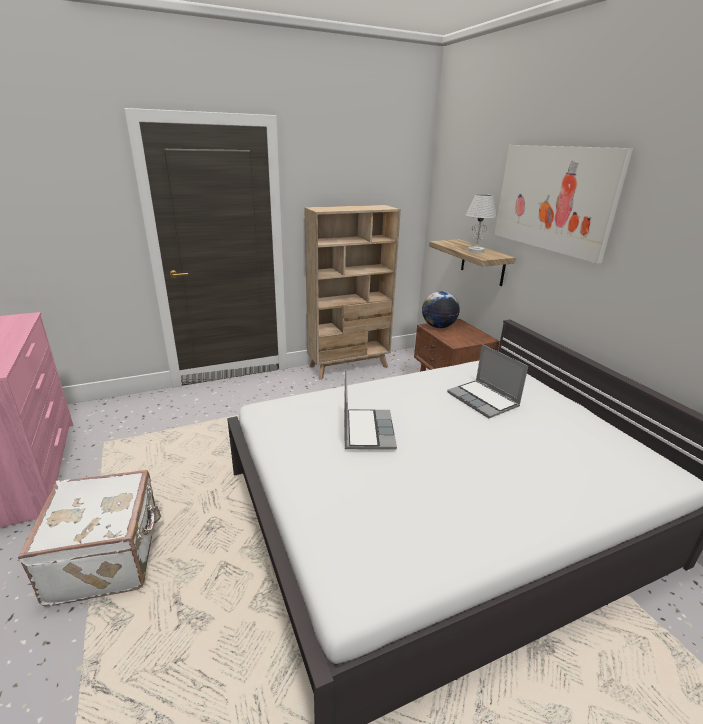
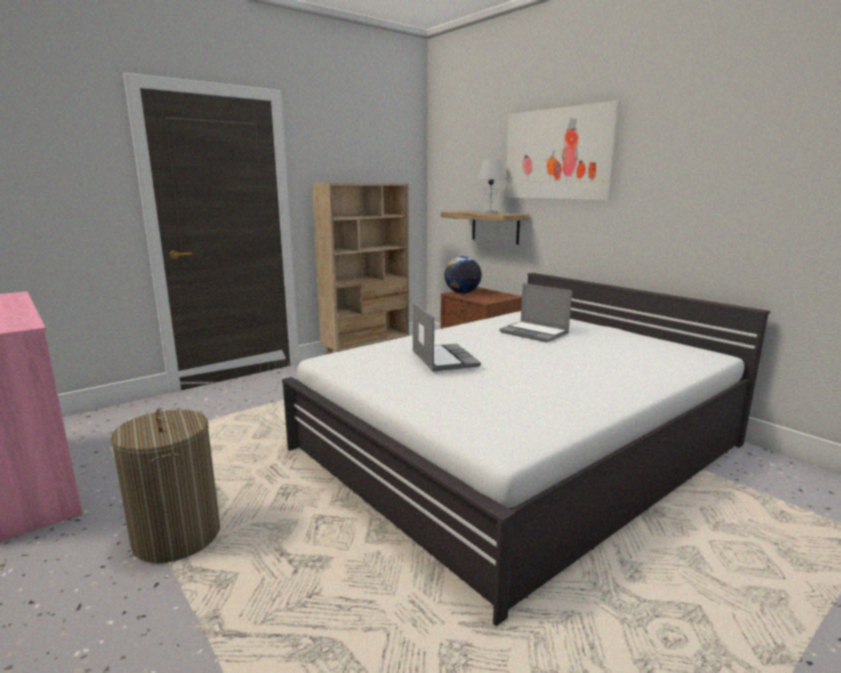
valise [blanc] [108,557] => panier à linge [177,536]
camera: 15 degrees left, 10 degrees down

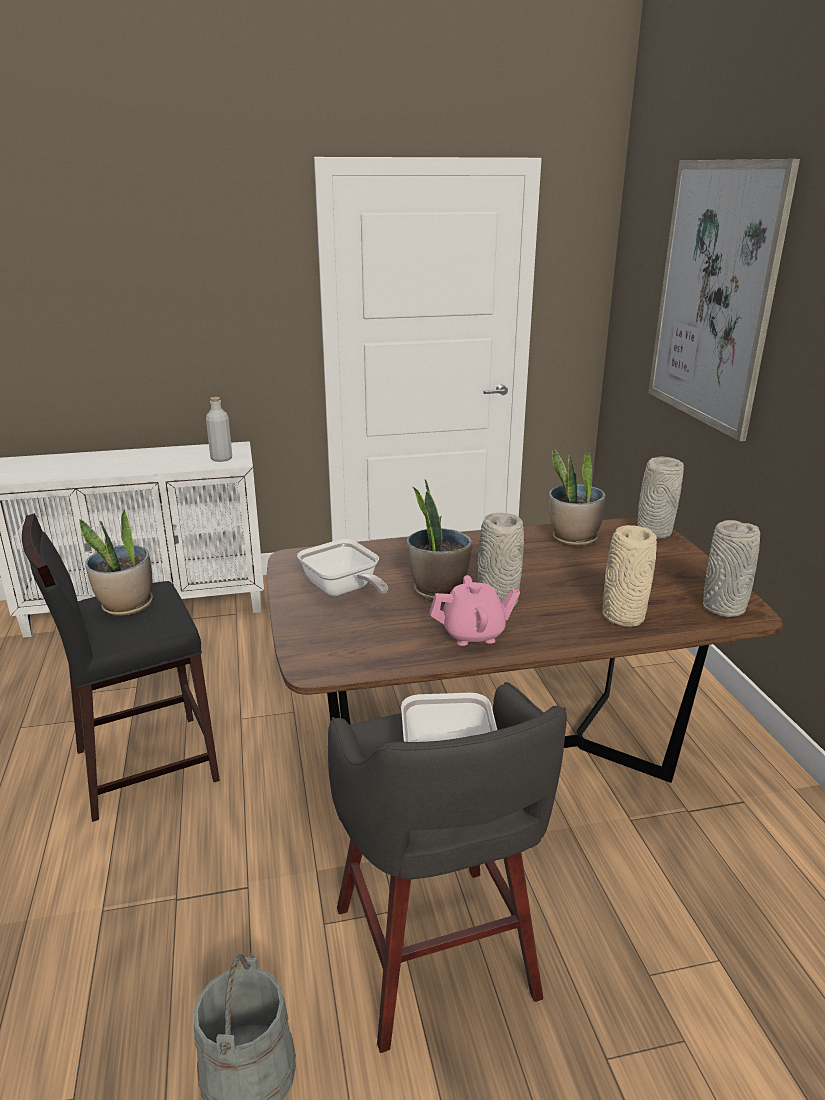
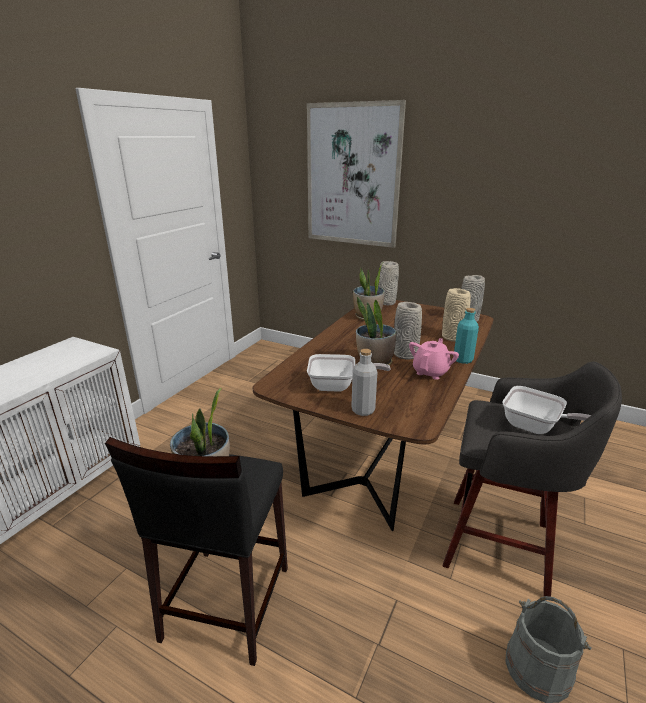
bouteille [gris] [221,458] => bouteille [gris] [363,410], move
nothing => bouteille [turquoise] [463,360]
camera: 50 degrees left, 0 degrees up

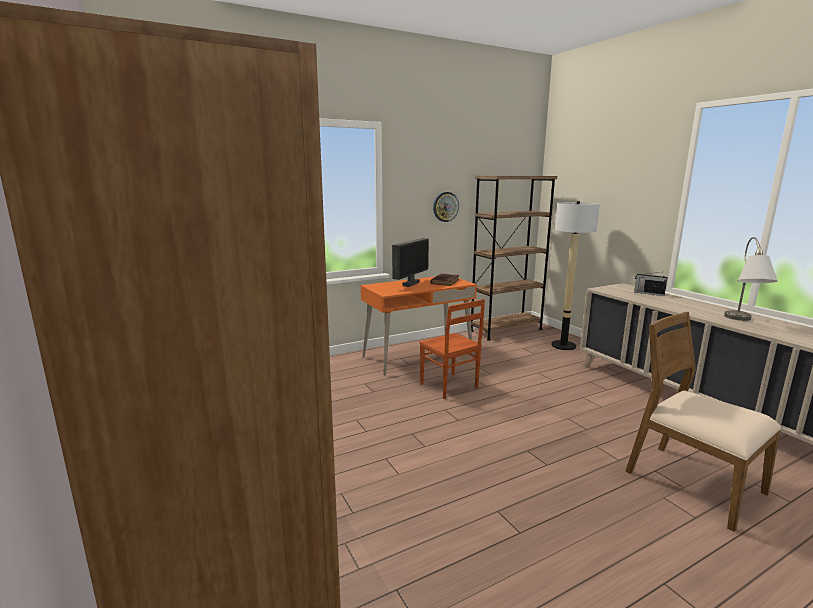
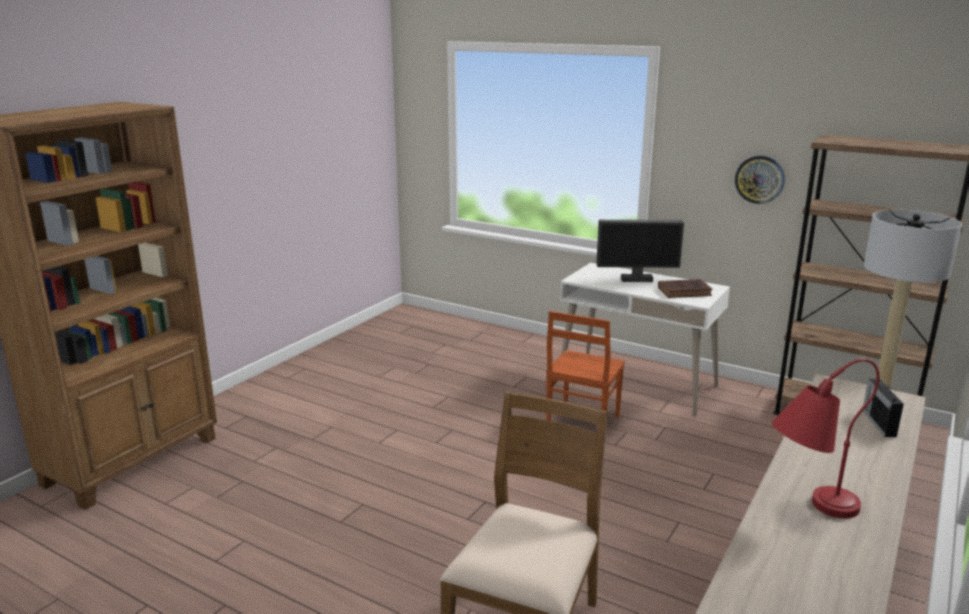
bureau [orange] [418,356] => bureau [blanc] [637,383]
lampe de table [gris] [742,321] => lampe de table [rouge] [807,509]
camera: 60 degrees right, 5 degrees up

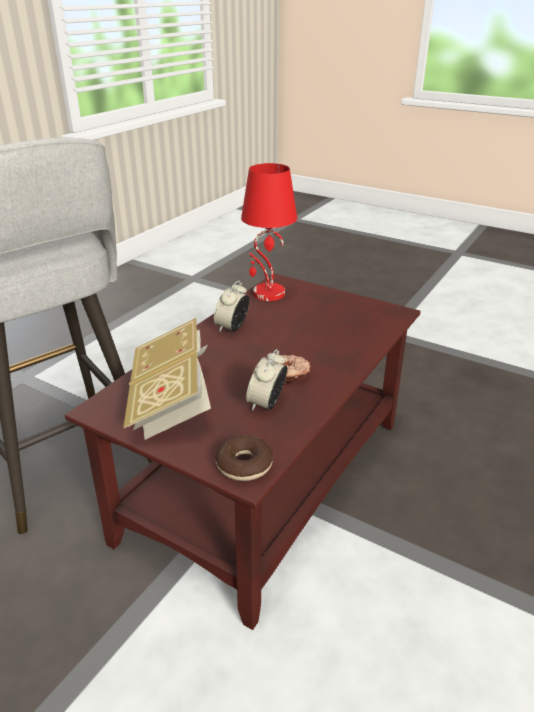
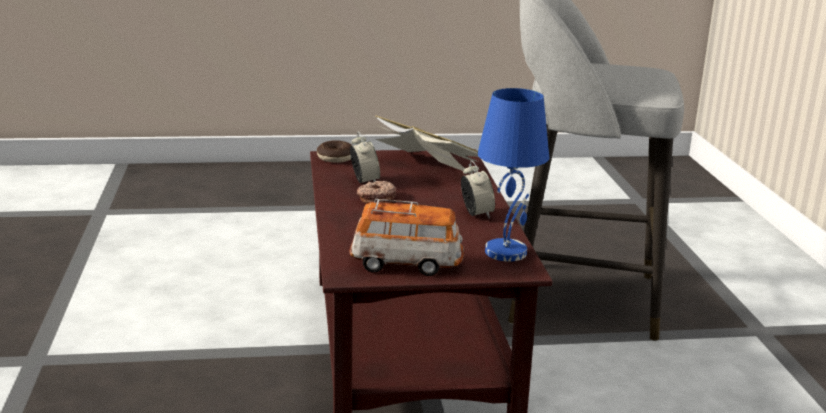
nothing => petite voiture [406,264]
lampe de table [rouge] [268,294] => lampe de table [bleu] [506,251]
camera: 140 degrees right, 10 degrees down

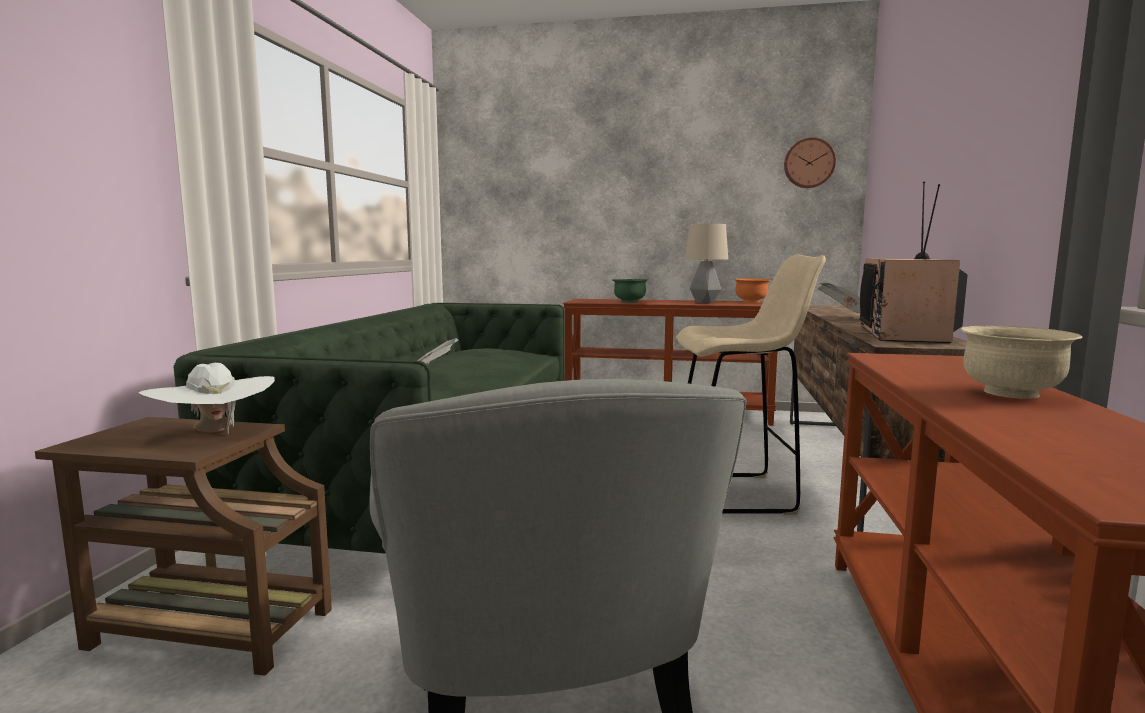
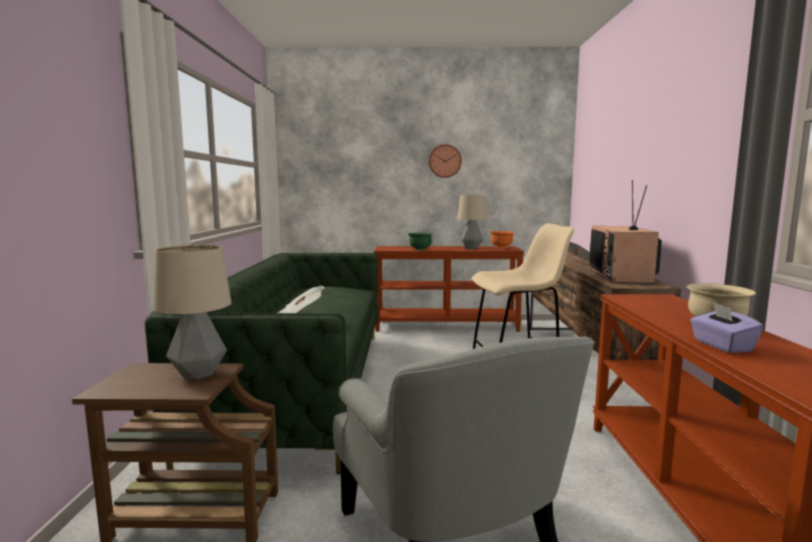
chapeau [blanc] [215,432] => lampe de table [198,373]
horloge murale [809,163] => horloge murale [445,161], move
nothing => boîte à mouchoirs [violet] [721,346]
camera: 10 degrees left, 0 degrees up

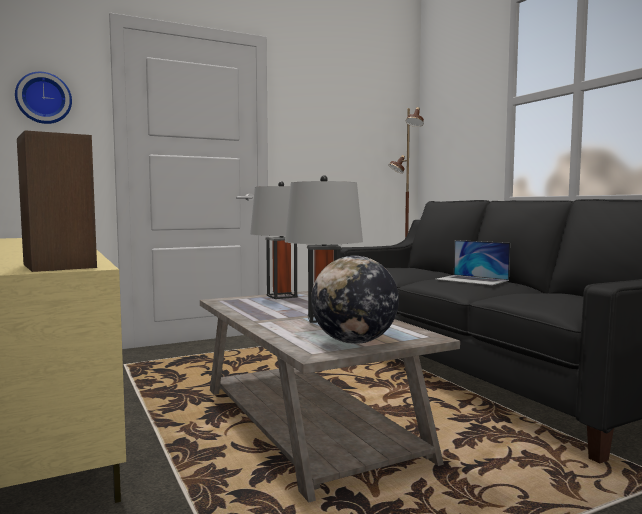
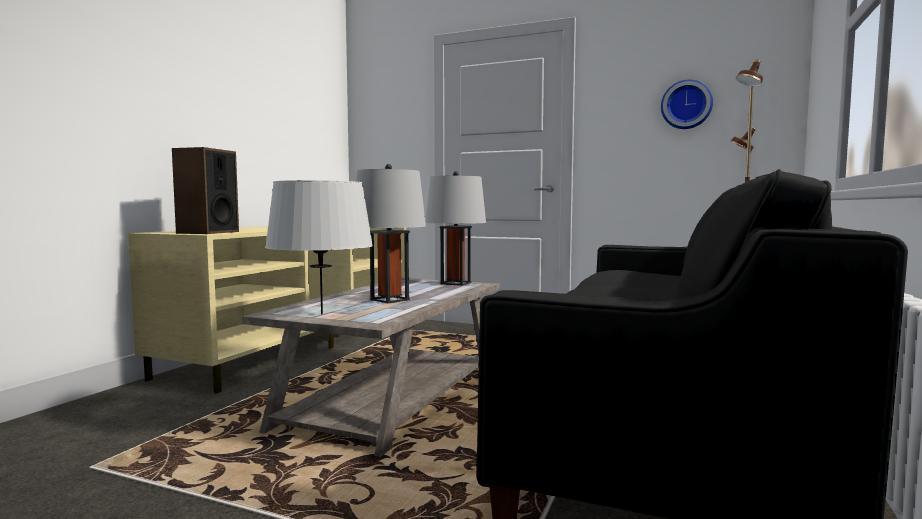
globe [354,342] => lampe de table [gris] [321,314]
horloge murale [44,98] => horloge murale [686,105], move
ordinateur portable [472,280] => nothing
camera: 50 degrees right, 0 degrees up

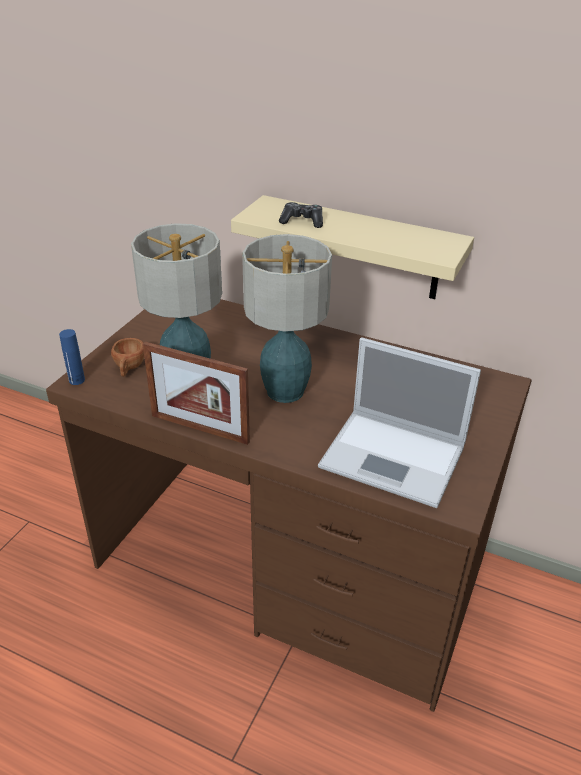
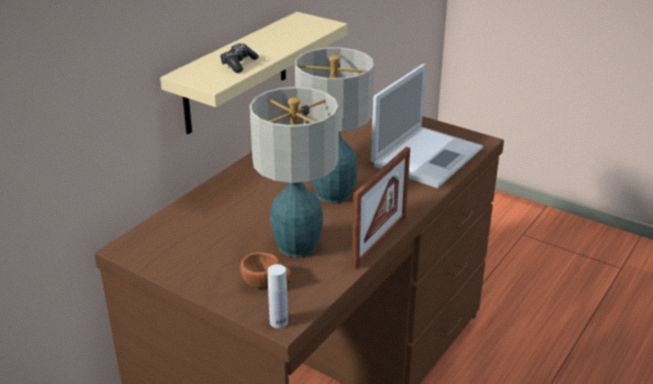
bouteille [bleu] [77,380] => bouteille [blanc] [278,322]
camera: 80 degrees left, 5 degrees down

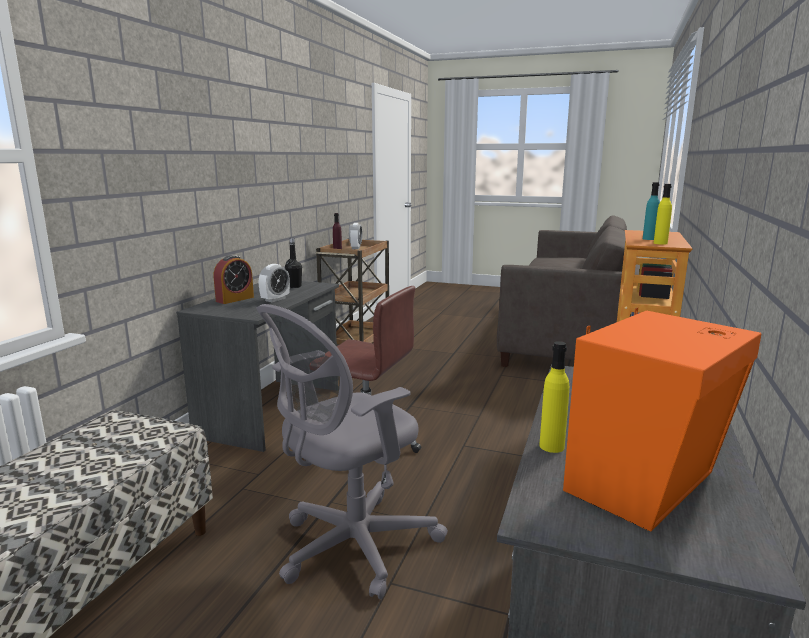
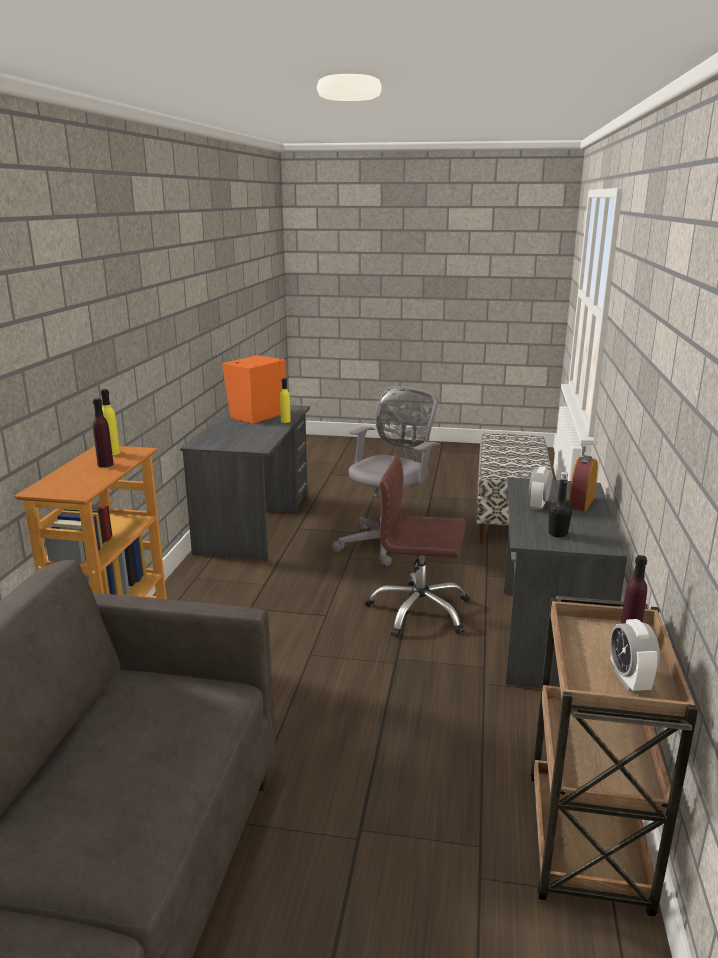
bouteille [turquoise] [649,239] => bouteille [violet] [105,465]
camera: 170 degrees right, 5 degrees up

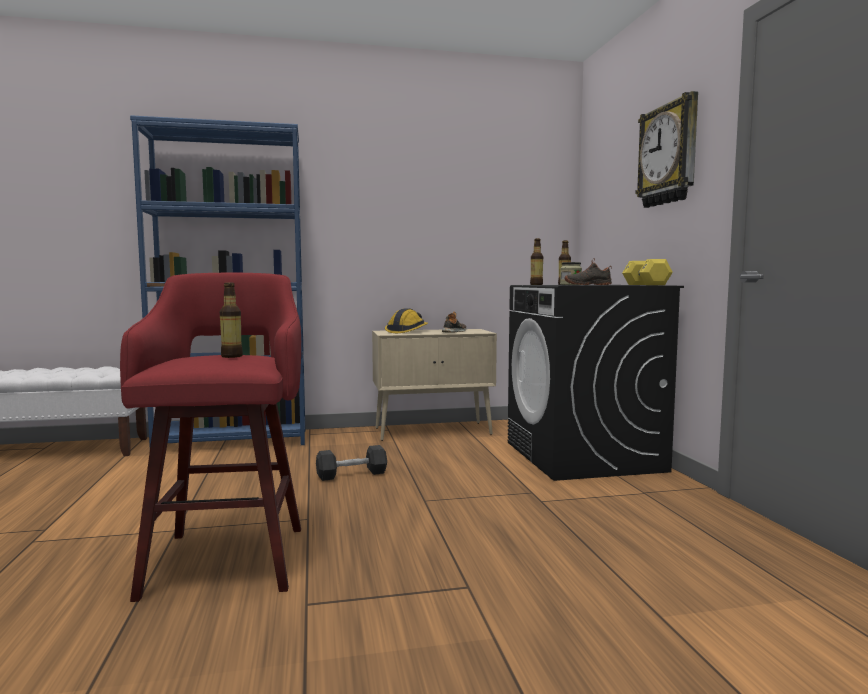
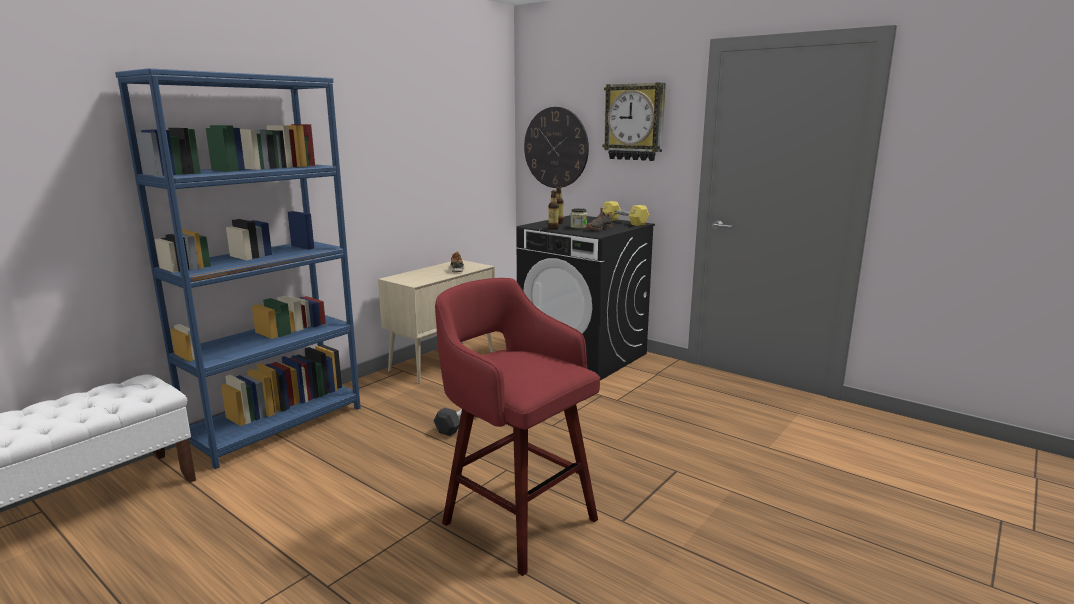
nothing => horloge murale [556,148]
bouteille [232,356] => nothing
casque de chantier [407,331] => nothing
camera: 40 degrees left, 10 degrees up

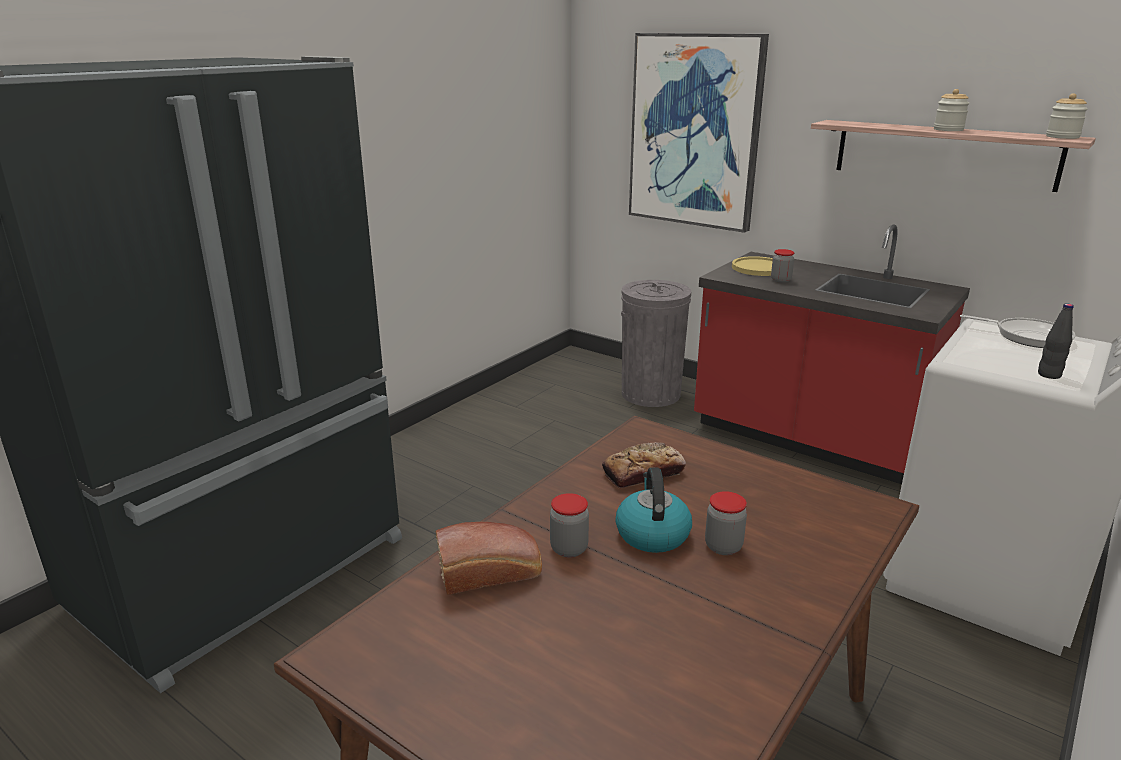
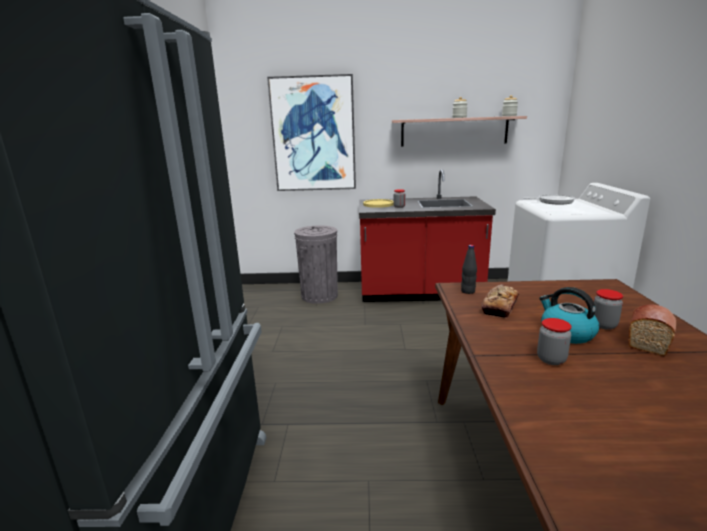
bouteille [noir] [1049,375] => bouteille [noir] [468,291], move
pain [491,573] => pain [648,338], move
camera: 35 degrees left, 5 degrees down

